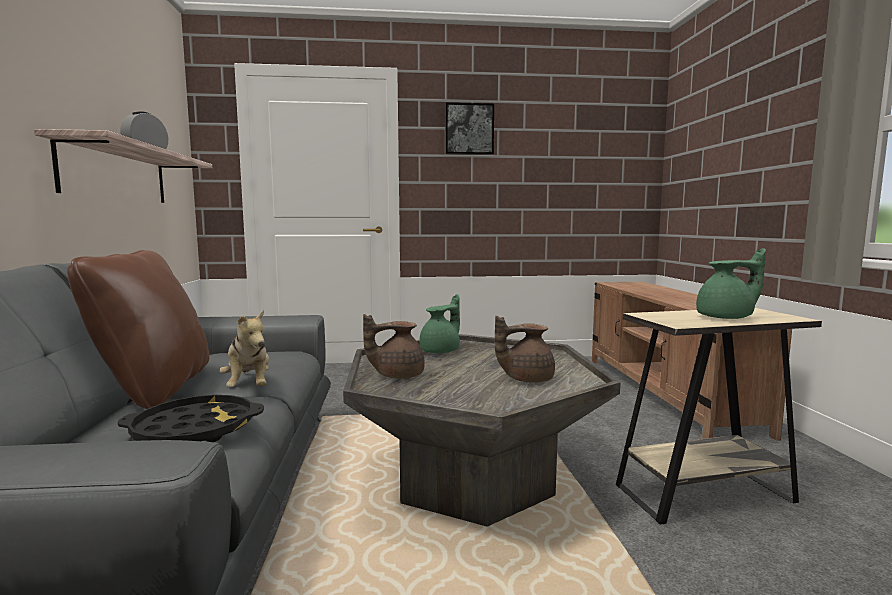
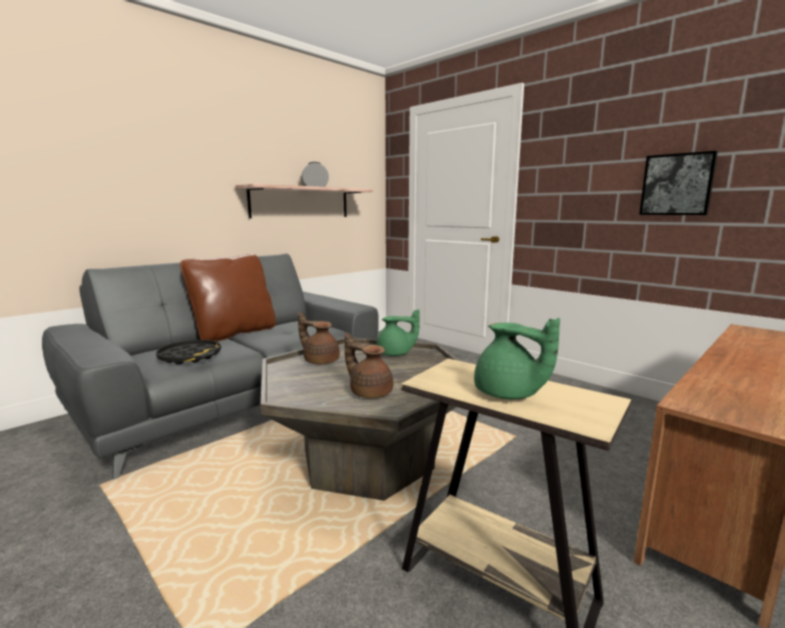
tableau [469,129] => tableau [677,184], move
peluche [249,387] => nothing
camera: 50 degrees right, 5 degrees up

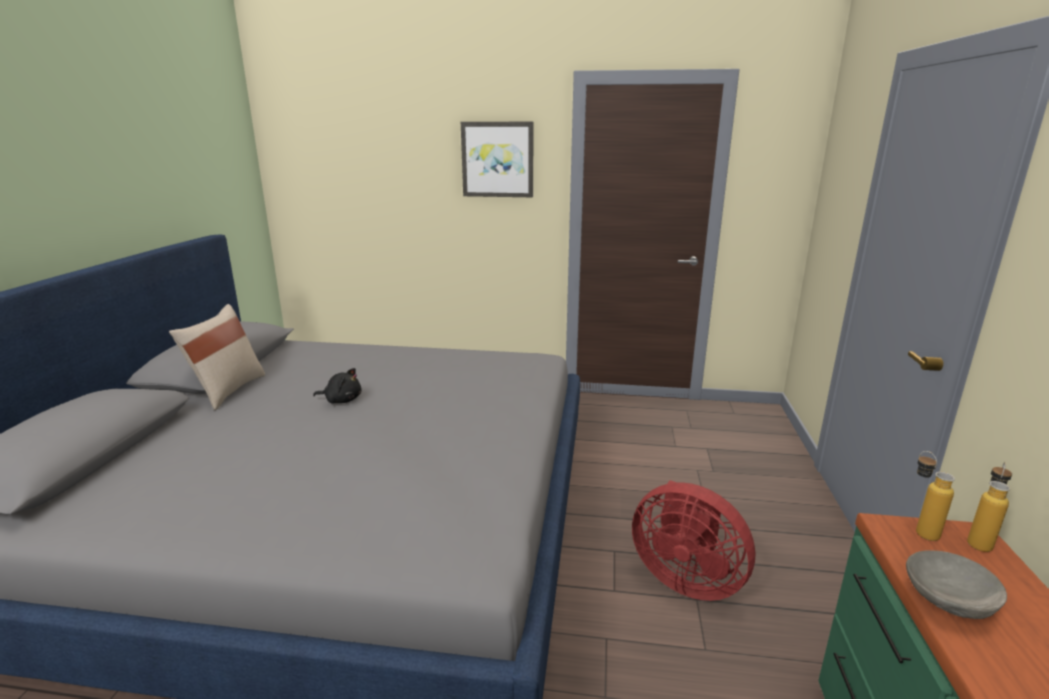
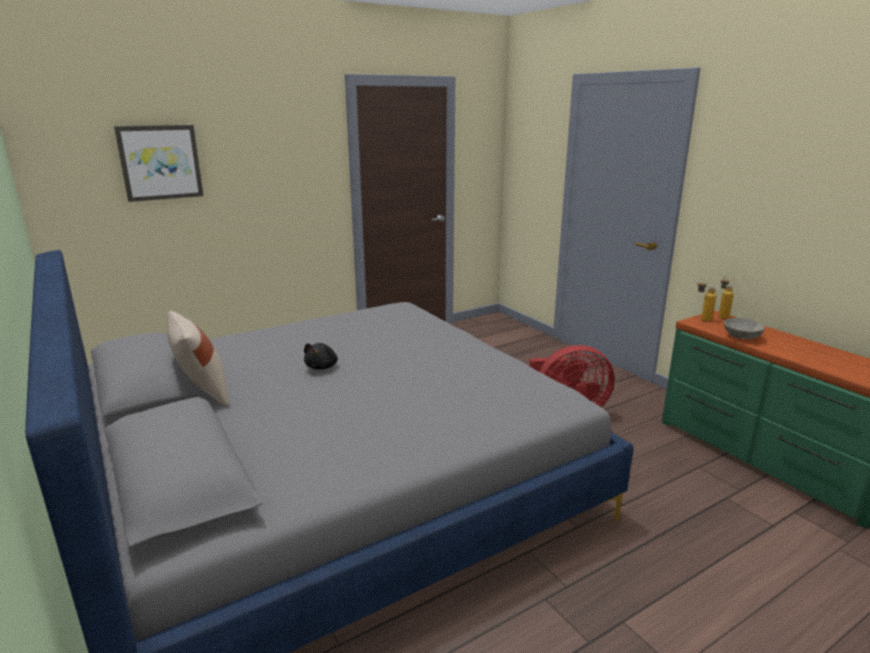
tableau [497,159] => tableau [160,162], move
peluche [noir] [341,400] => peluche [noir] [322,367], 135 degrees clockwise
camera: 40 degrees left, 0 degrees up

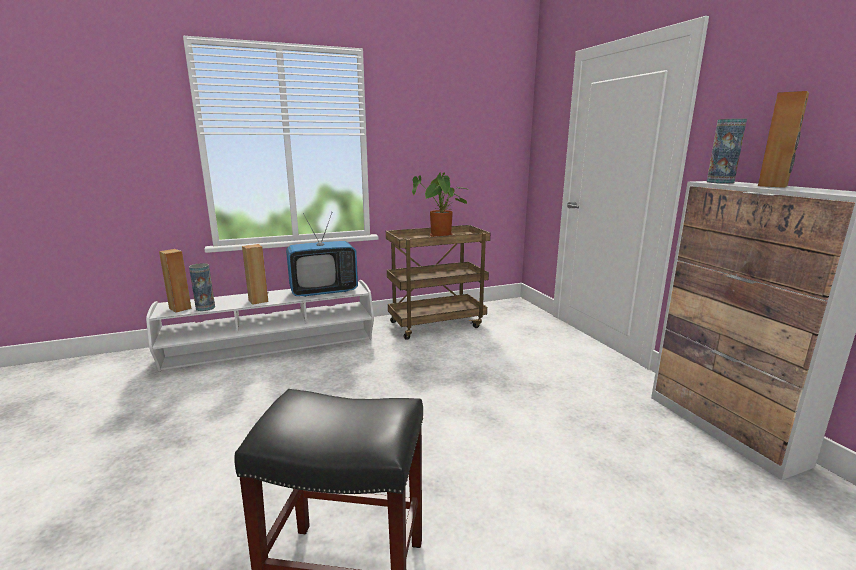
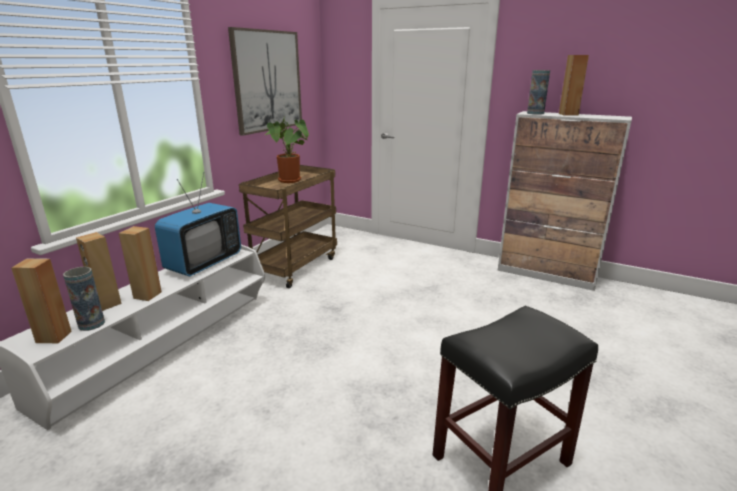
nothing => enceinte [marron] [107,304]
nothing => tableau [267,81]
camera: 40 degrees left, 5 degrees up

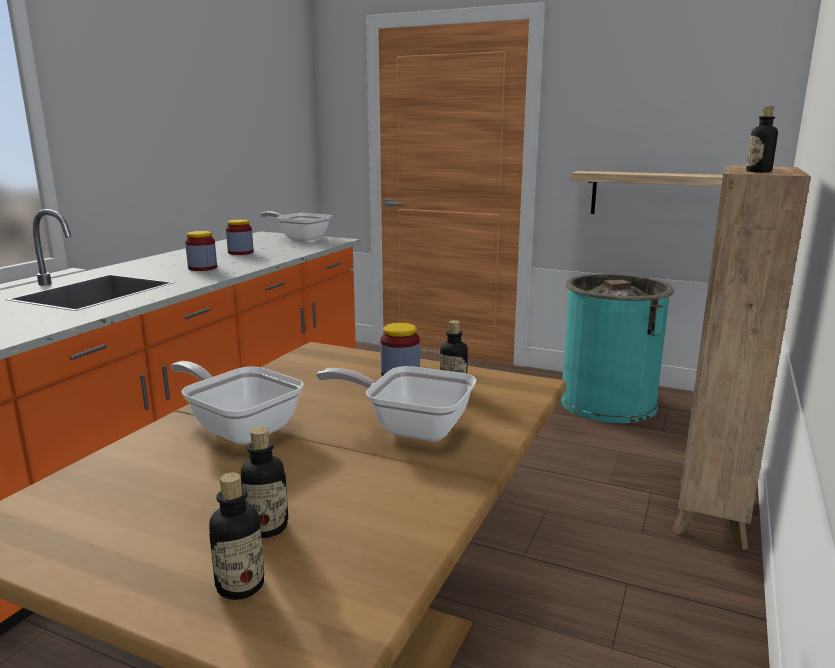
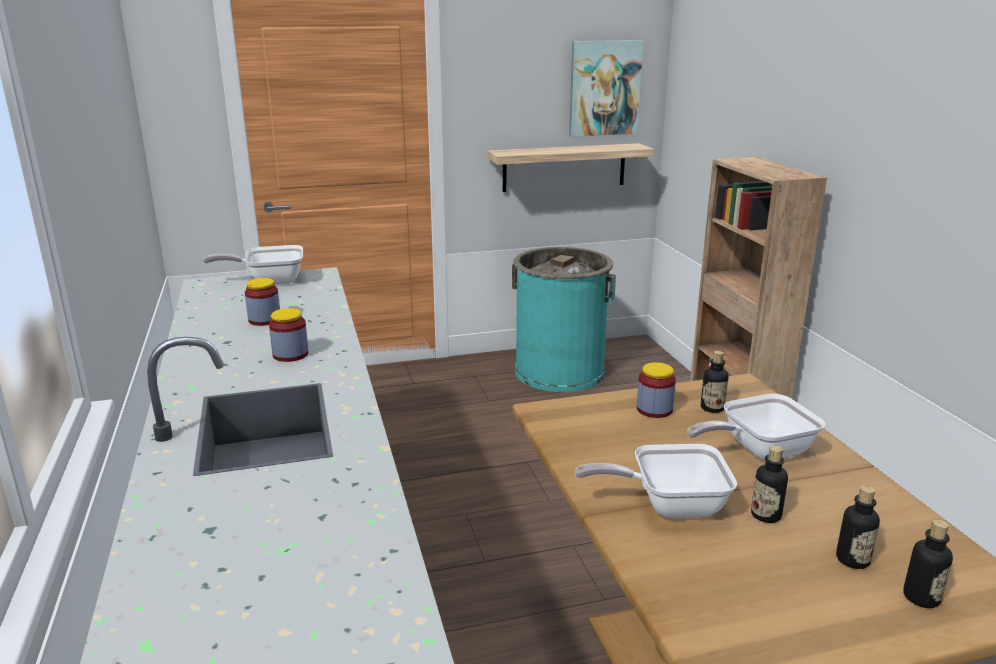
nothing => tableau [604,88]
bouteille [758,171] => bouteille [765,515], move
camera: 40 degrees left, 5 degrees up

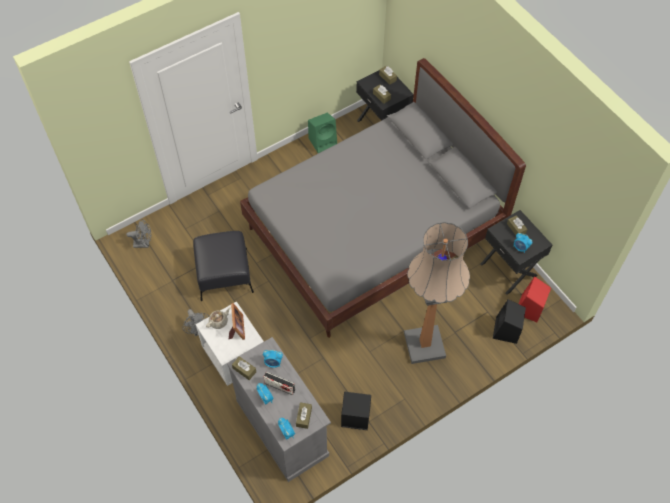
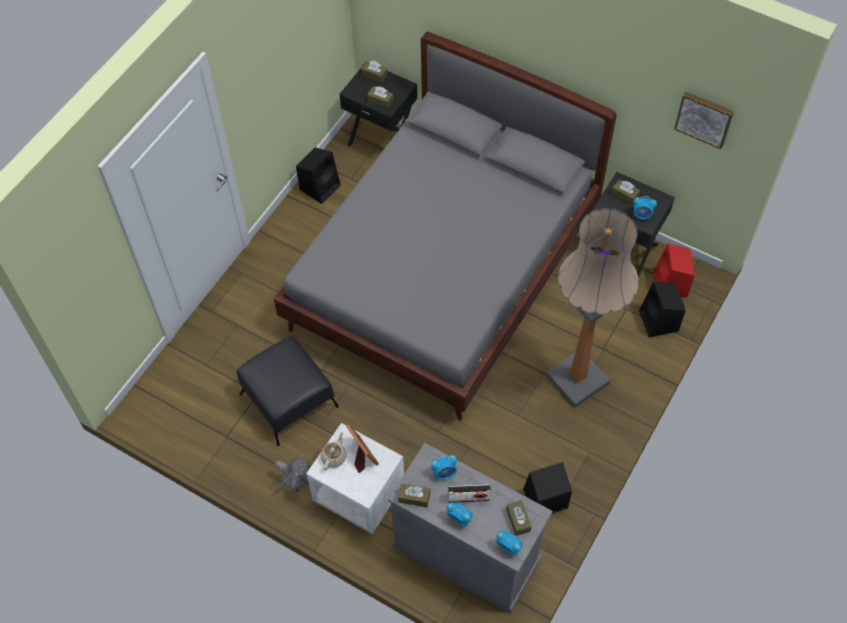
enceinte [vert] [323,141] => enceinte [noir] [320,186]
nothing => tableau [704,118]
ventilateur [gris] [144,243] => nothing
camera: 25 degrees left, 0 degrees up

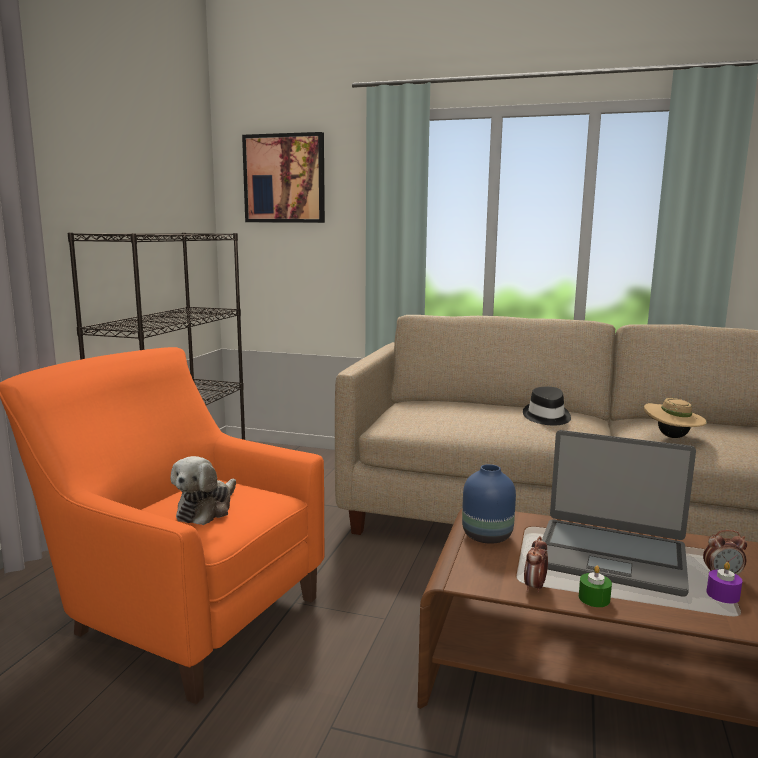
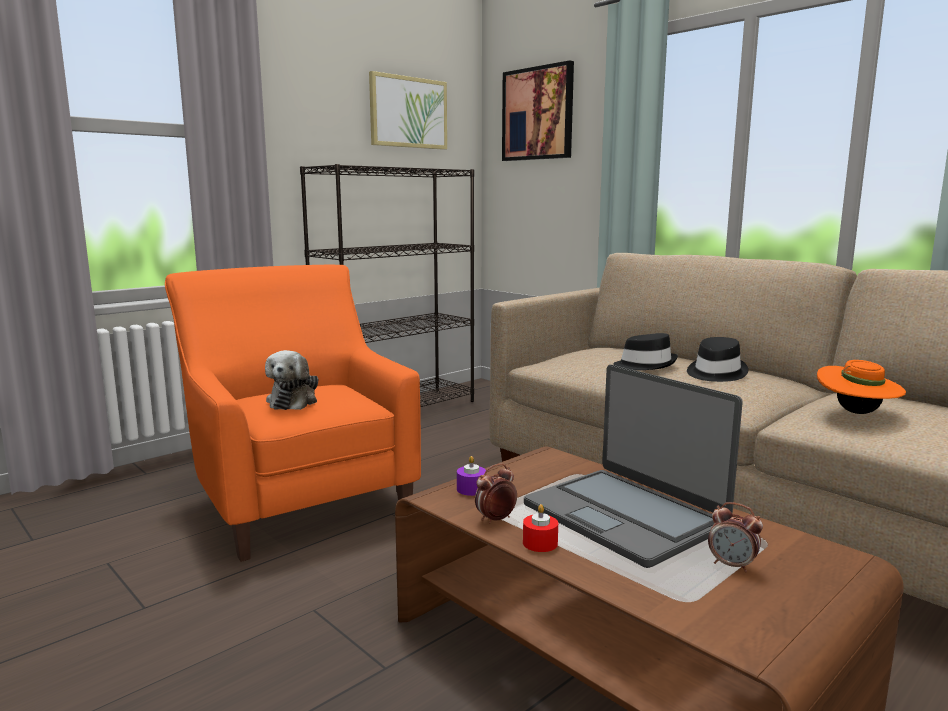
peluche [206,509] => peluche [294,401], 45 degrees counterclockwise
nothing => tableau [408,112]
bougie [violet] [722,595] => bougie [violet] [471,489], move
bougie [vert] [594,598] => bougie [rouge] [540,543]
nothing => chapeau [noir] [645,365]
chapeau [beige] [672,437] => chapeau [orange] [856,412]
vase [bleu] [485,536] => nothing
camera: 30 degrees right, 0 degrees up

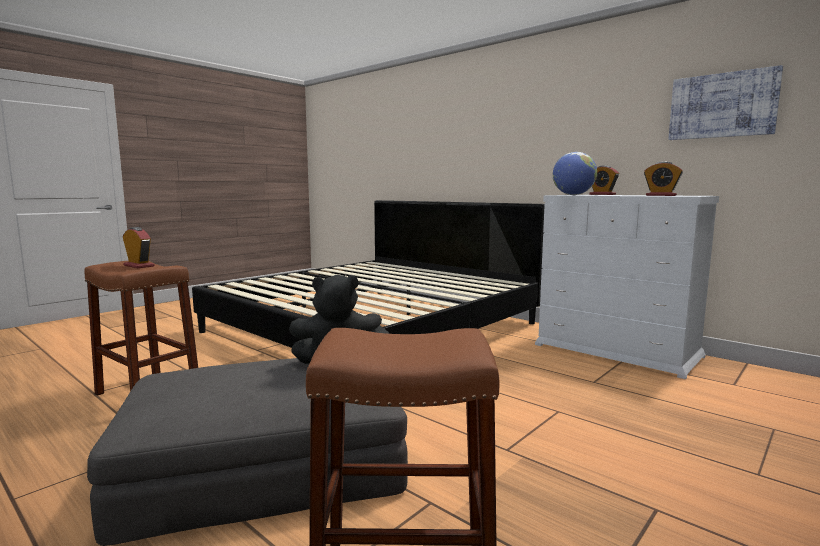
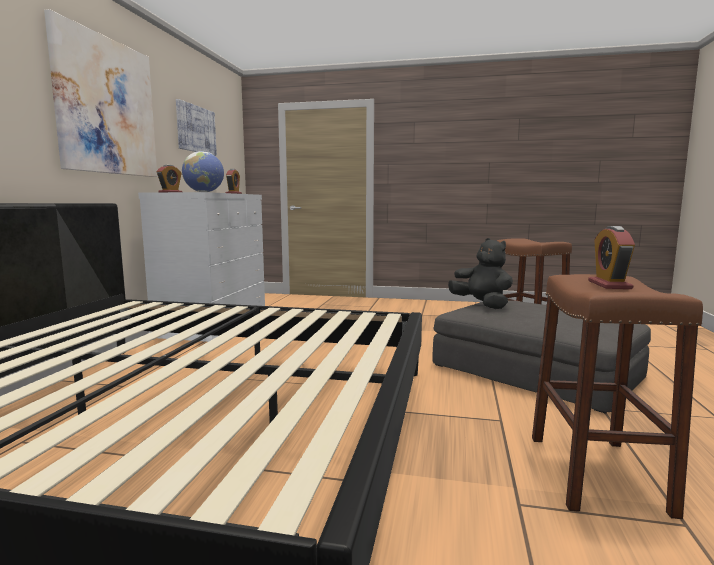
nothing => tableau [107,106]
camera: 120 degrees left, 0 degrees up

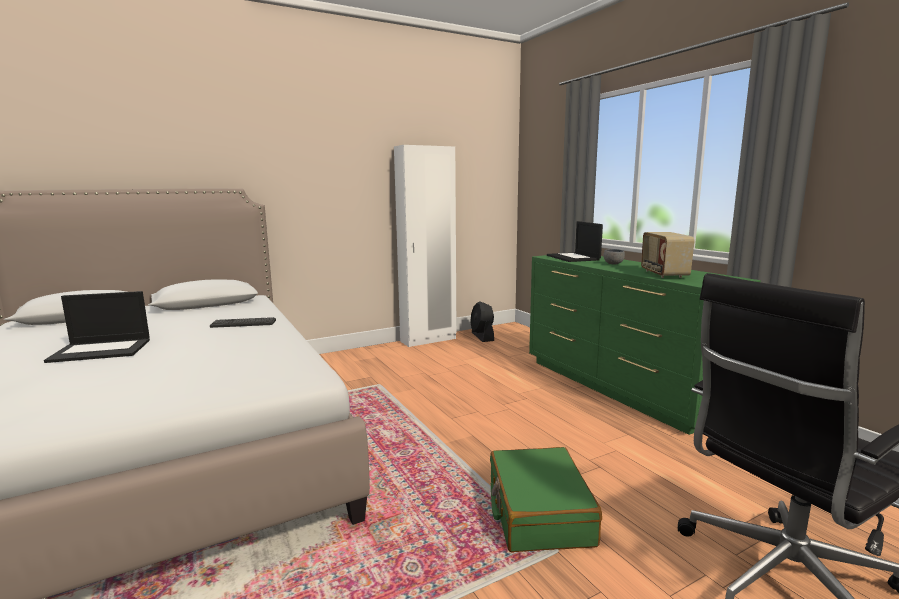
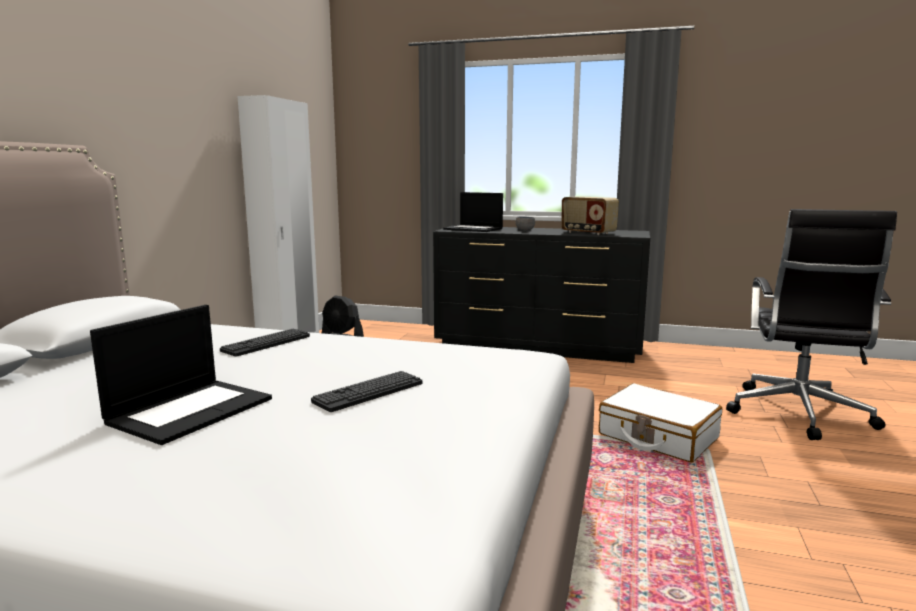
nothing => clavier [369,392]
commode [vert] [619,387] => commode [noir] [539,347]
valise [vert] [538,512] => valise [blanc] [657,436]
camera: 45 degrees left, 0 degrees up

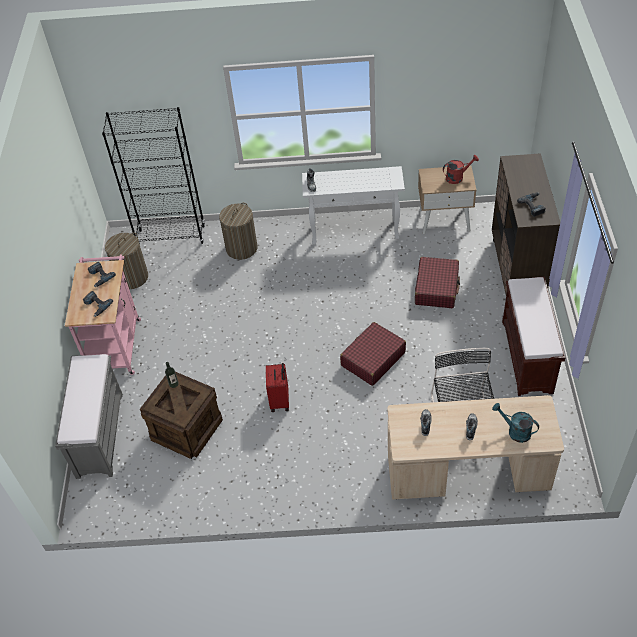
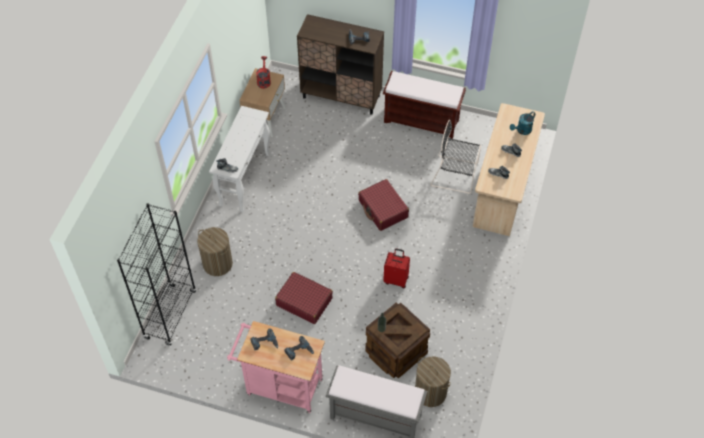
valise [rouge] [436,288] => valise [rouge] [304,301], move
panier à linge [132,277] => panier à linge [430,392], move
camera: 75 degrees left, 5 degrees up

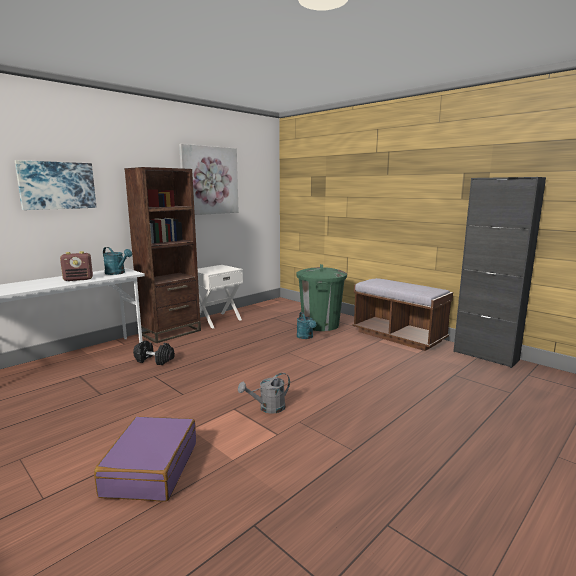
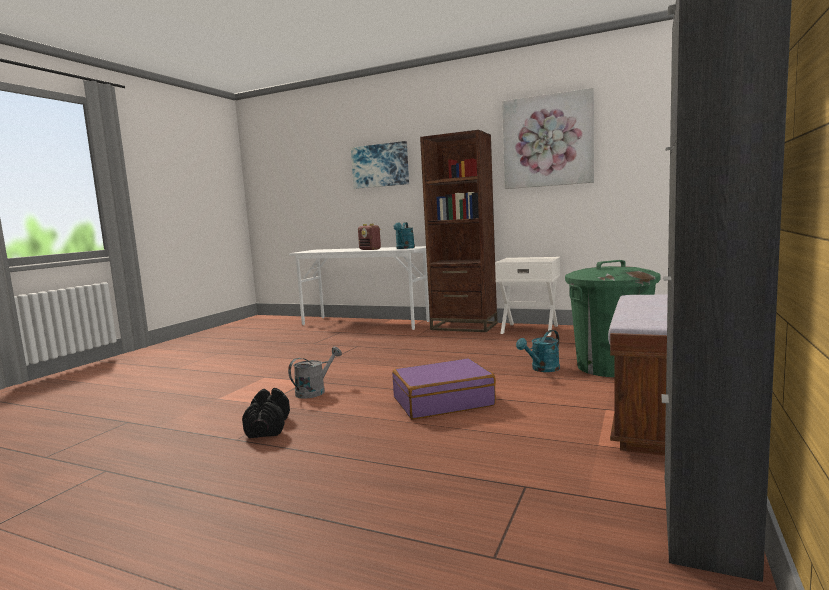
haltère [noir] [154,360] => haltère [noir] [268,427], move
arrosoir [gris] [268,408] => arrosoir [gris] [315,391], 90 degrees clockwise
valise [violet] [150,469] => valise [violet] [443,402], move
camera: 70 degrees right, 5 degrees down

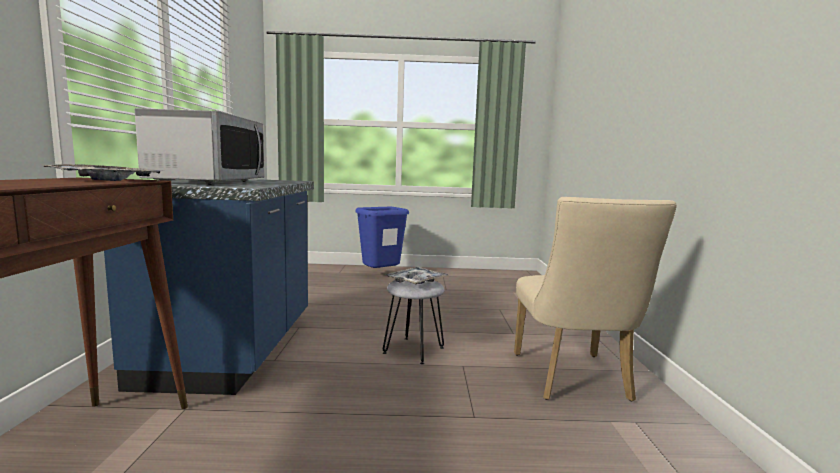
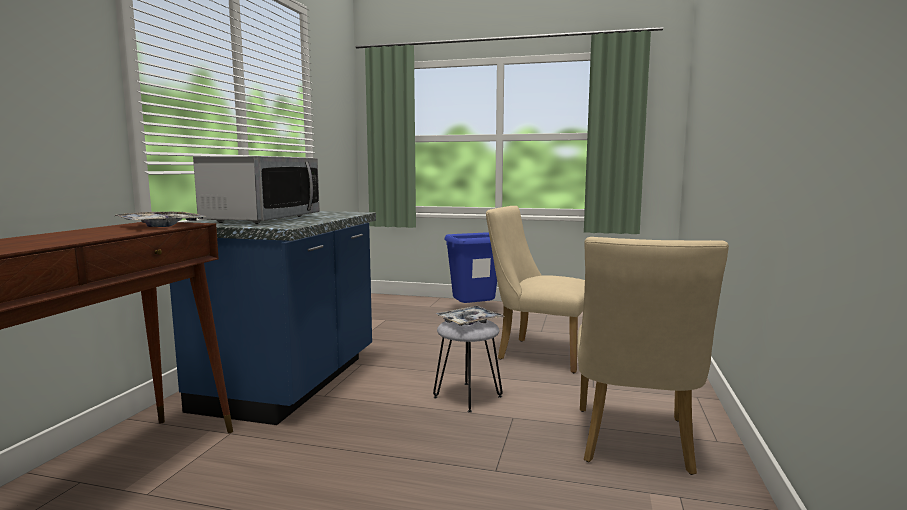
nothing => chaise [beige] [538,354]
camera: 15 degrees right, 0 degrees up

